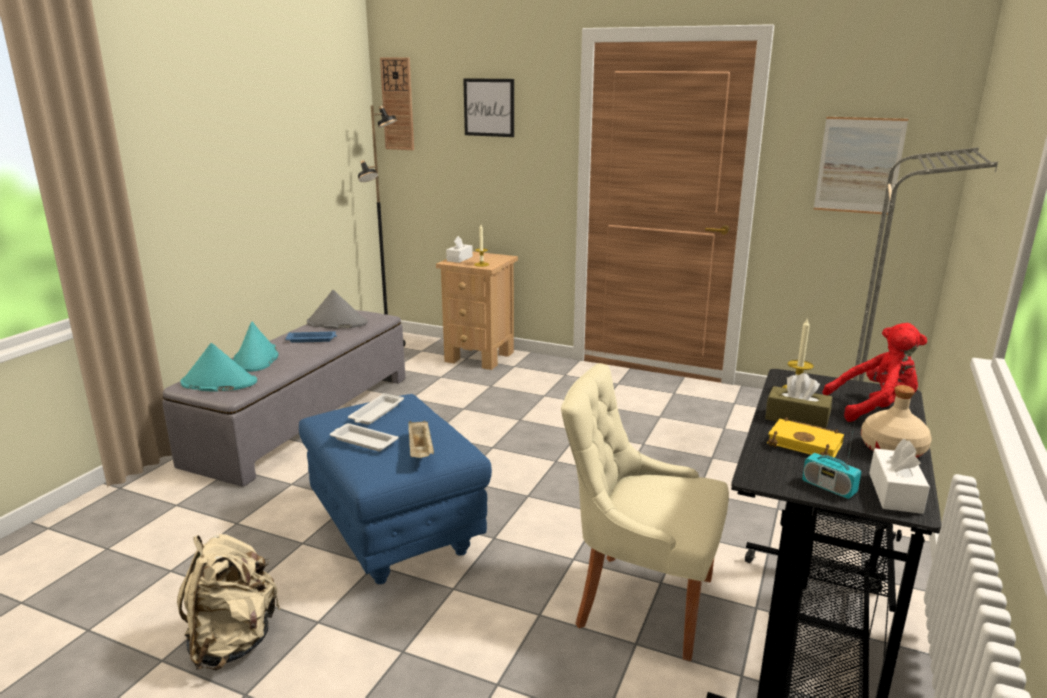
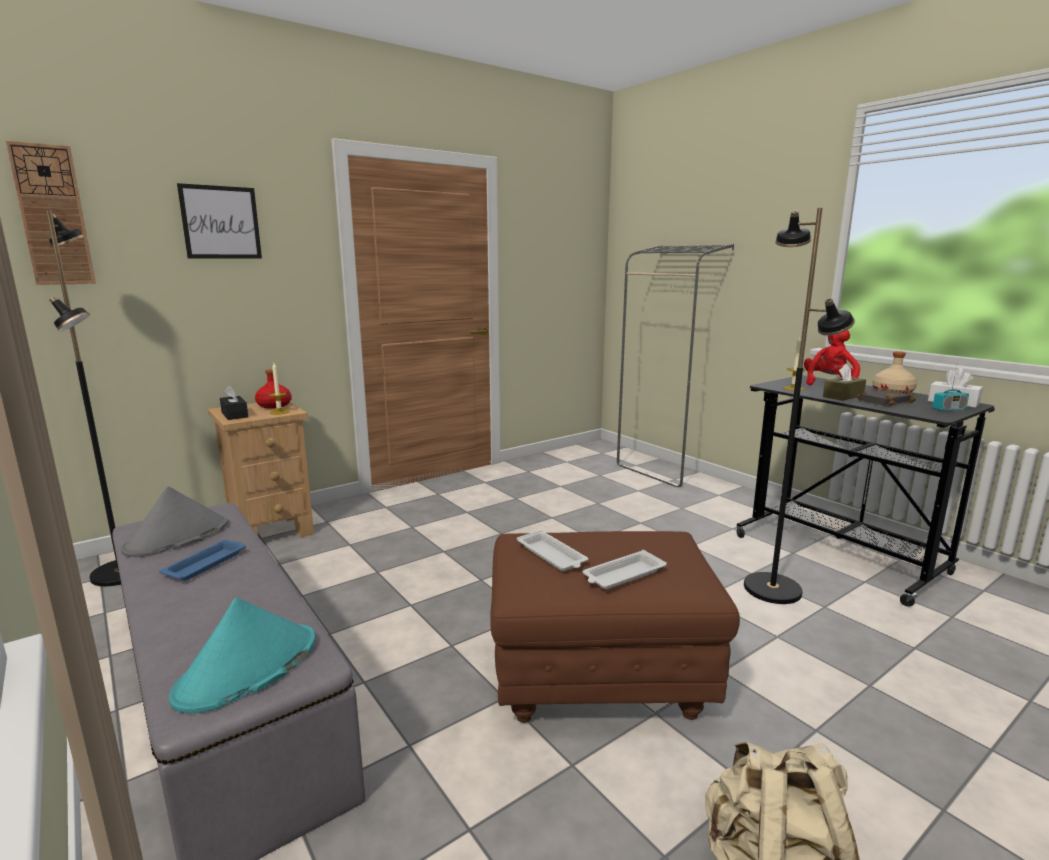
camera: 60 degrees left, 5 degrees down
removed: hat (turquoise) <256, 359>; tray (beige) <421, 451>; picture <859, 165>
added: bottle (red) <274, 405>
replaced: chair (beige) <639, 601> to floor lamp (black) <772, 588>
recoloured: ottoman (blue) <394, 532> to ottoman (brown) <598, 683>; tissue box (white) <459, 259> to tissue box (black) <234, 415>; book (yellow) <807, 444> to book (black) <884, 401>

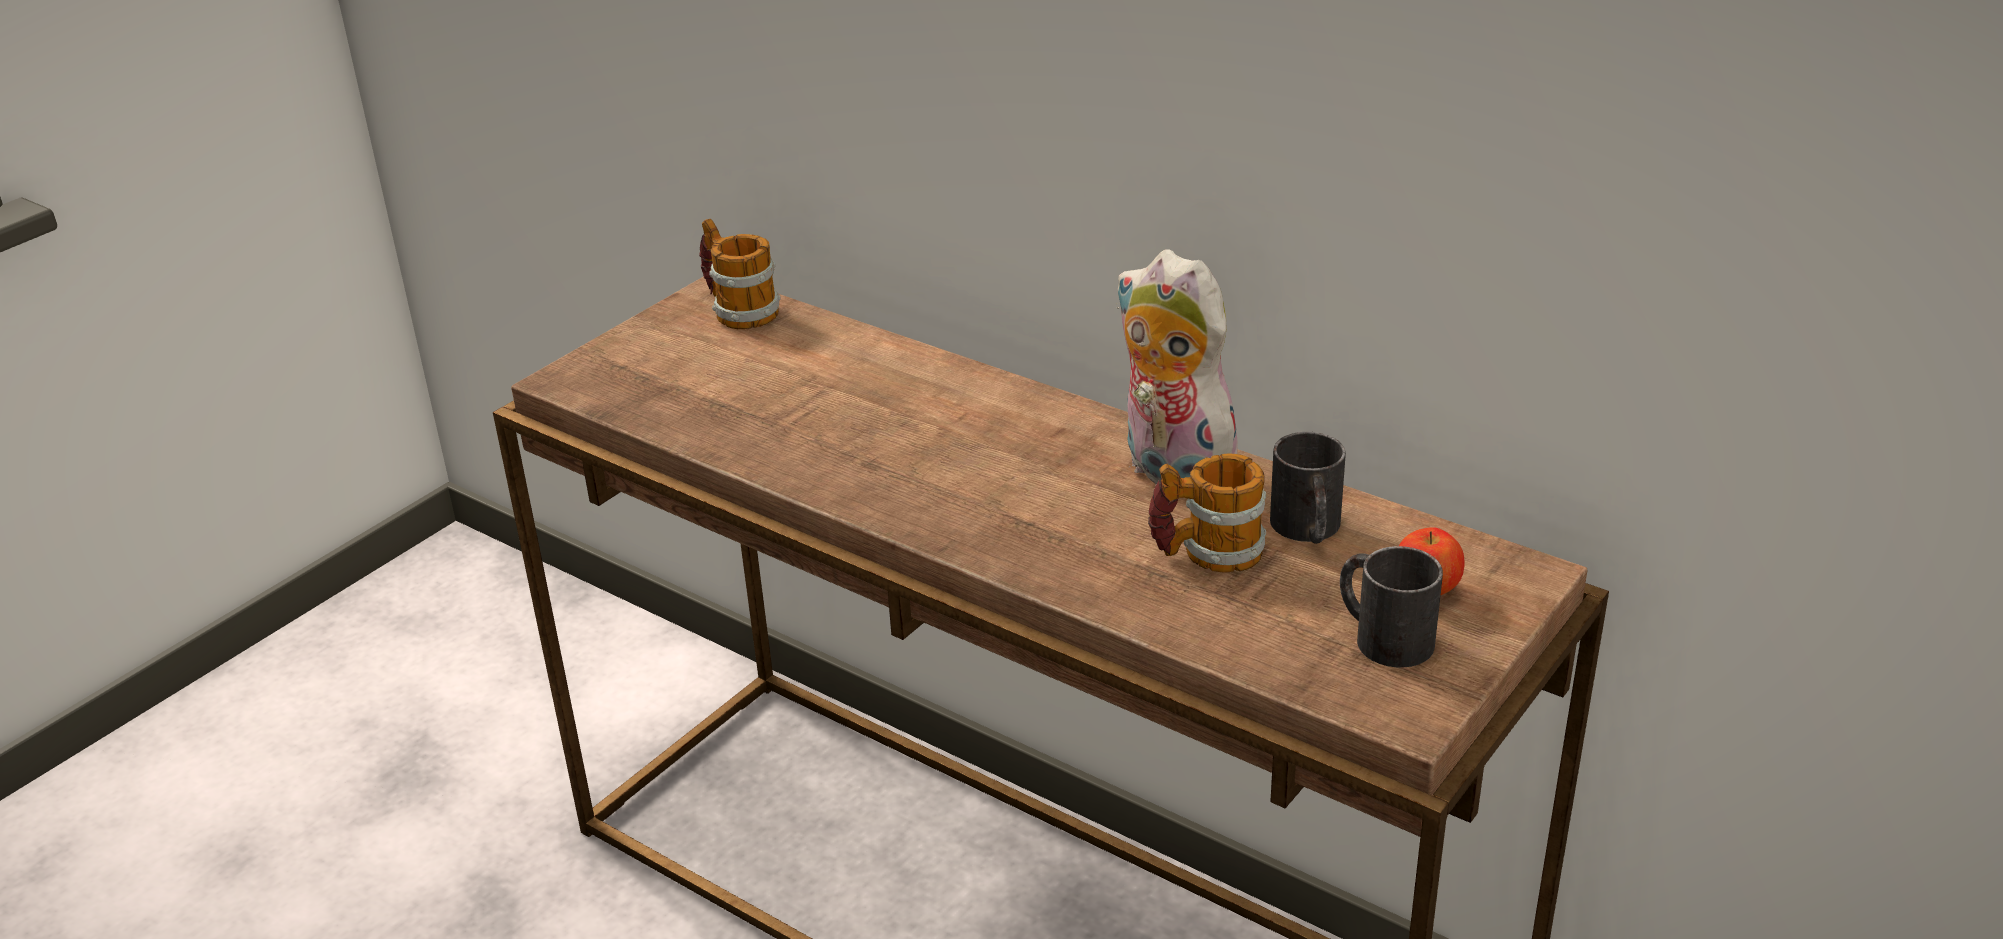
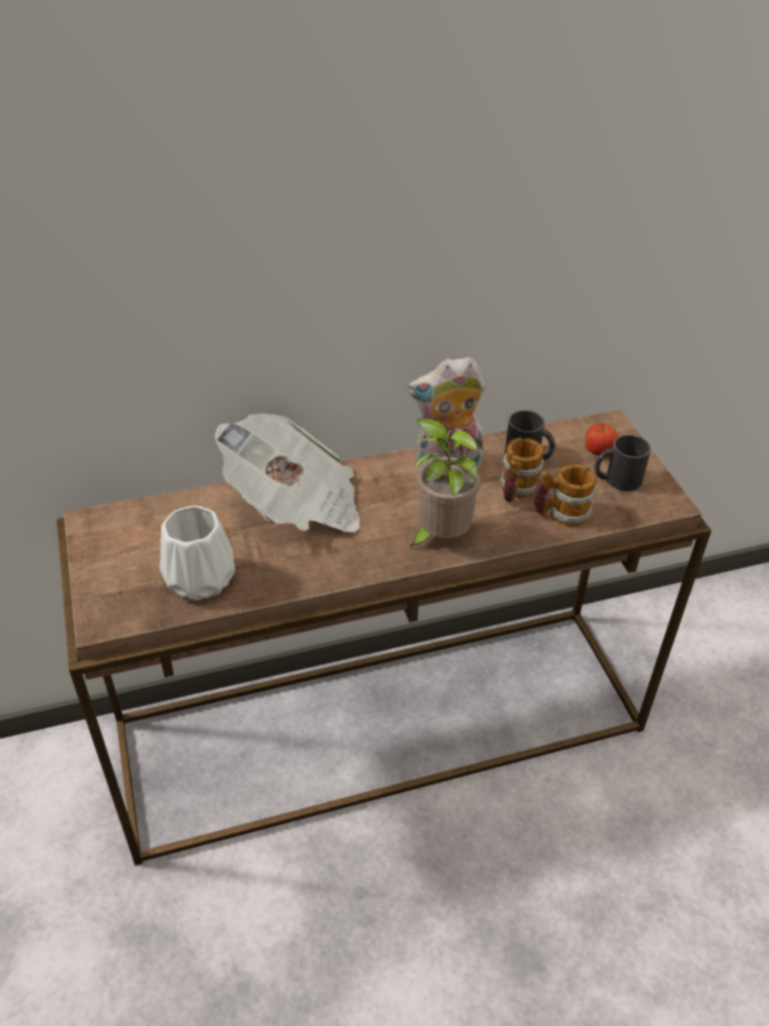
camera: 55 degrees left, 10 degrees up
added: vase (white) <198, 580>; newspaper <295, 504>; potted plant <440, 537>
moved: mug <738, 310> to <560, 514>

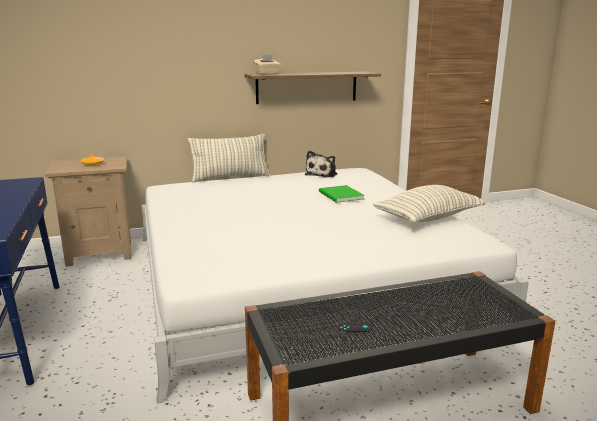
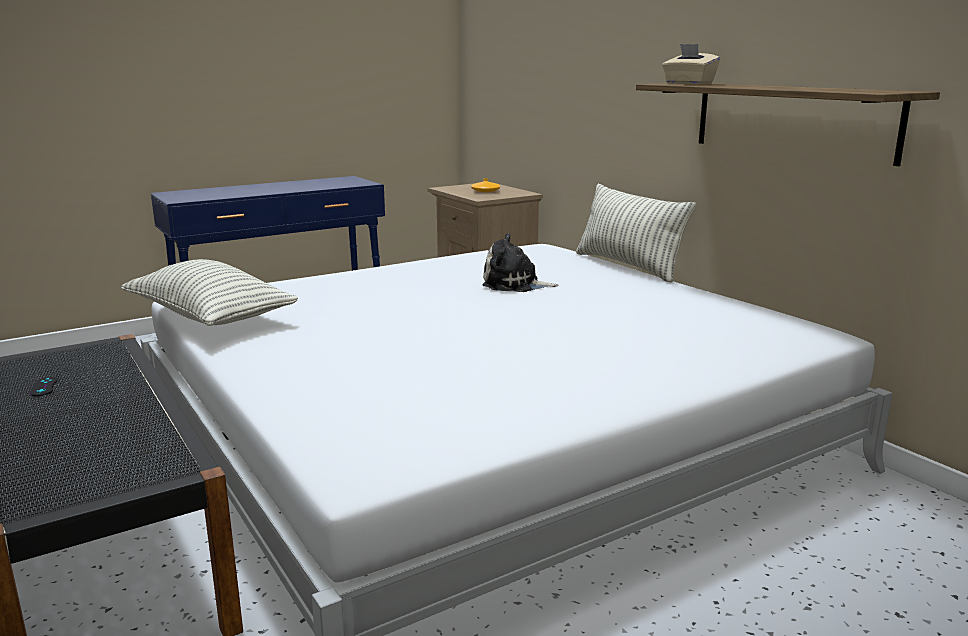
camera: 75 degrees right, 0 degrees up
removed: book (green) <340, 196>
moved: plush toy <322, 174> to <514, 285>; pillow <428, 218> to <210, 318>

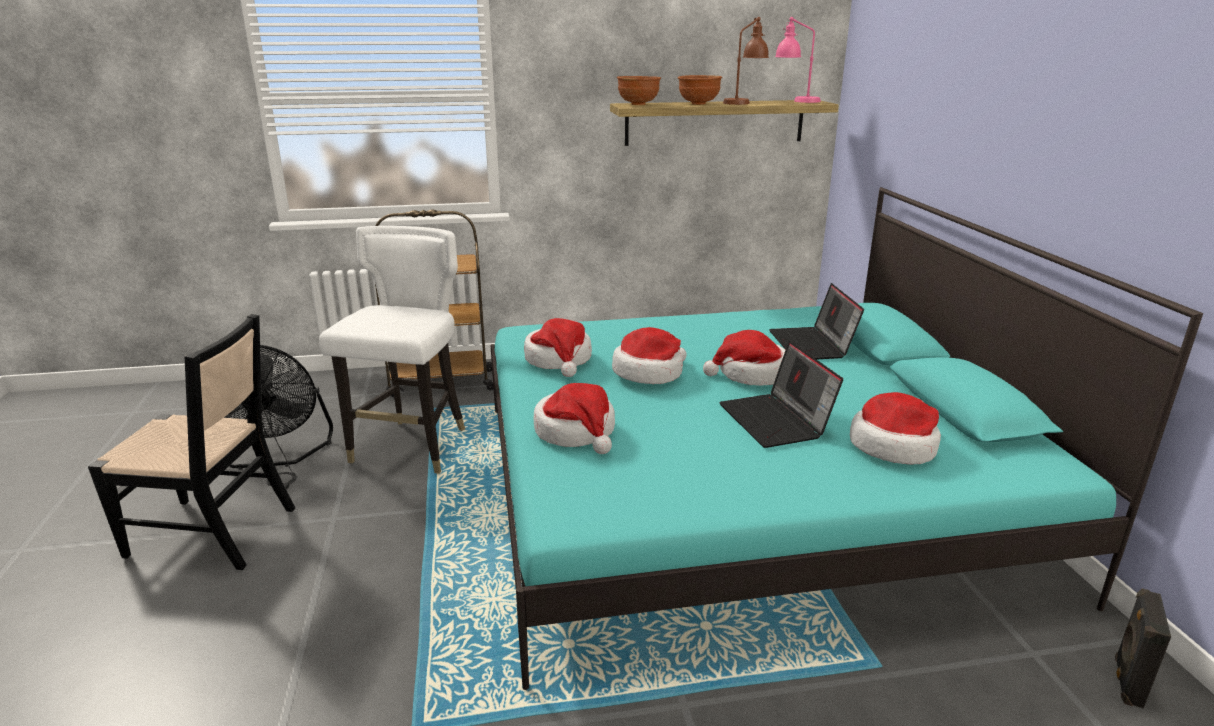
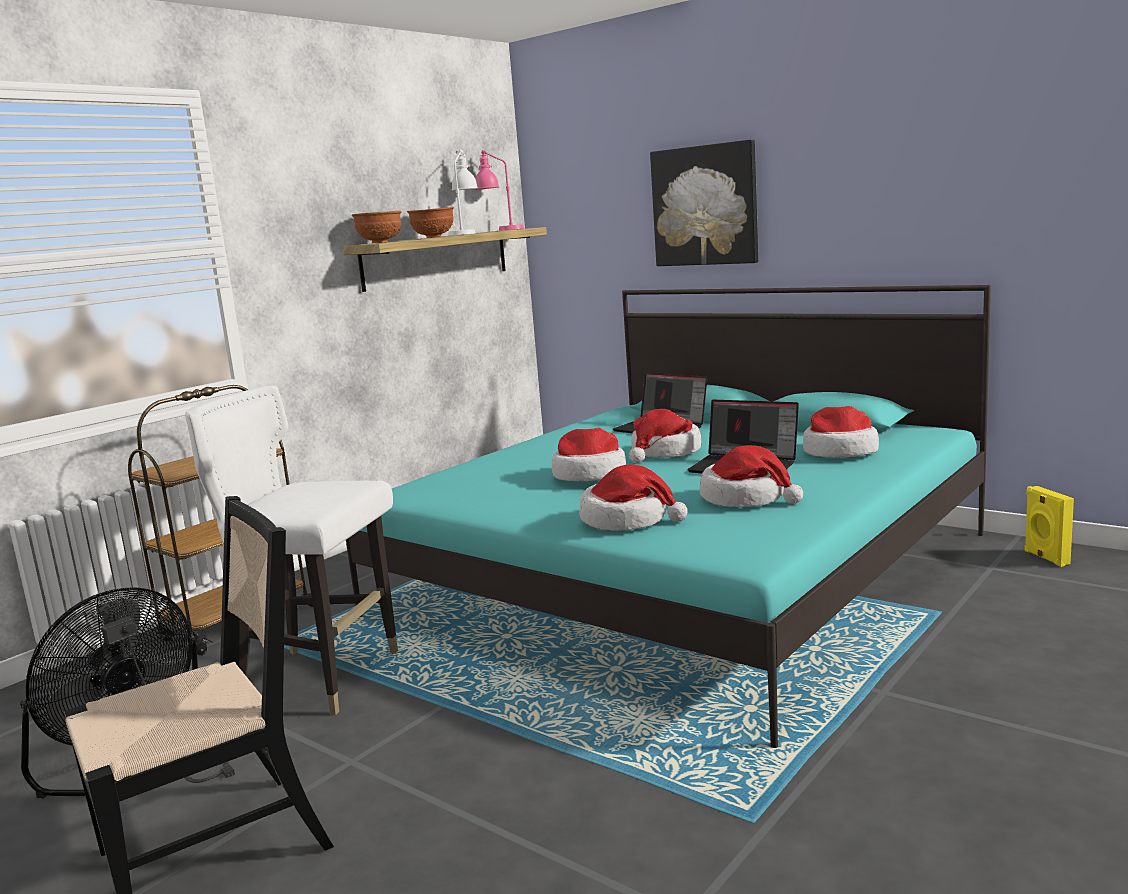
camera: 40 degrees left, 10 degrees down
added: picture <705, 205>
moved: hat <559, 360> to <745, 498>
recoloured: table lamp (brown) <744, 102> to table lamp (white) <465, 234>; speaker (black) <1126, 681> to speaker (yellow) <1045, 557>
turned: chair (white) <412, 448> = <321, 678> 45 degrees counterclockwise

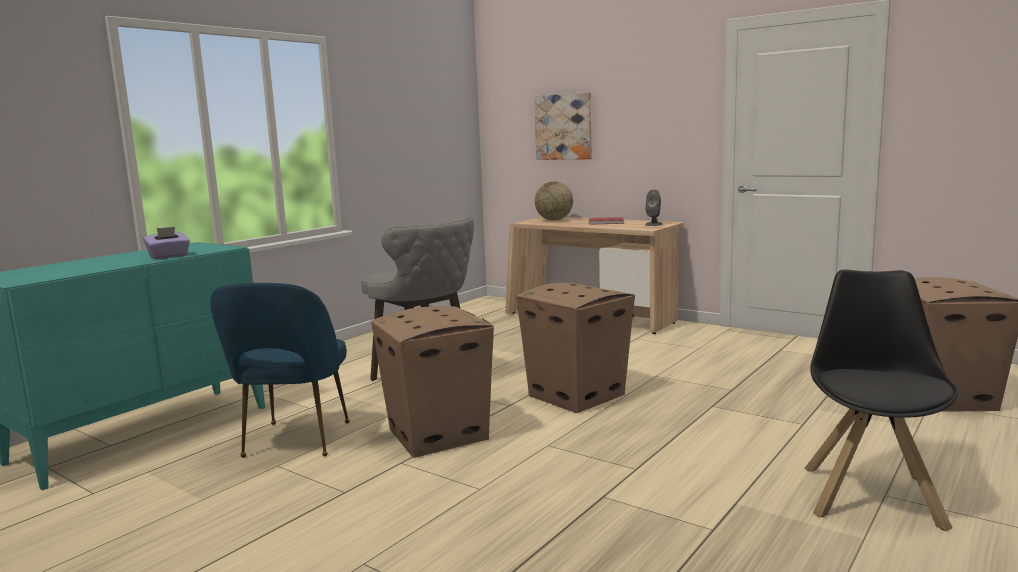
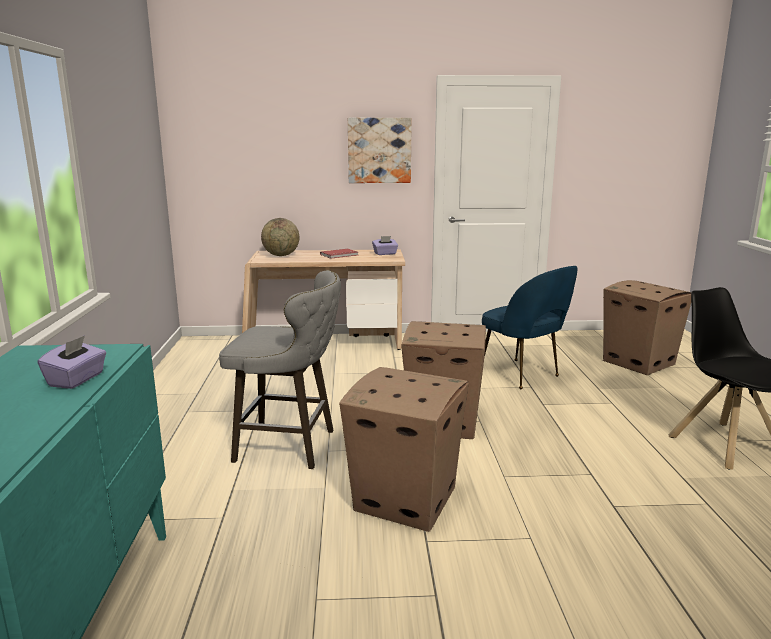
camera: 40 degrees left, 5 degrees up
moved: chair (blue) <294, 443> to <523, 376>; picture <564, 127> to <379, 150>
replaced: speaker (grey) <653, 224> to tissue box (purple) <385, 254>

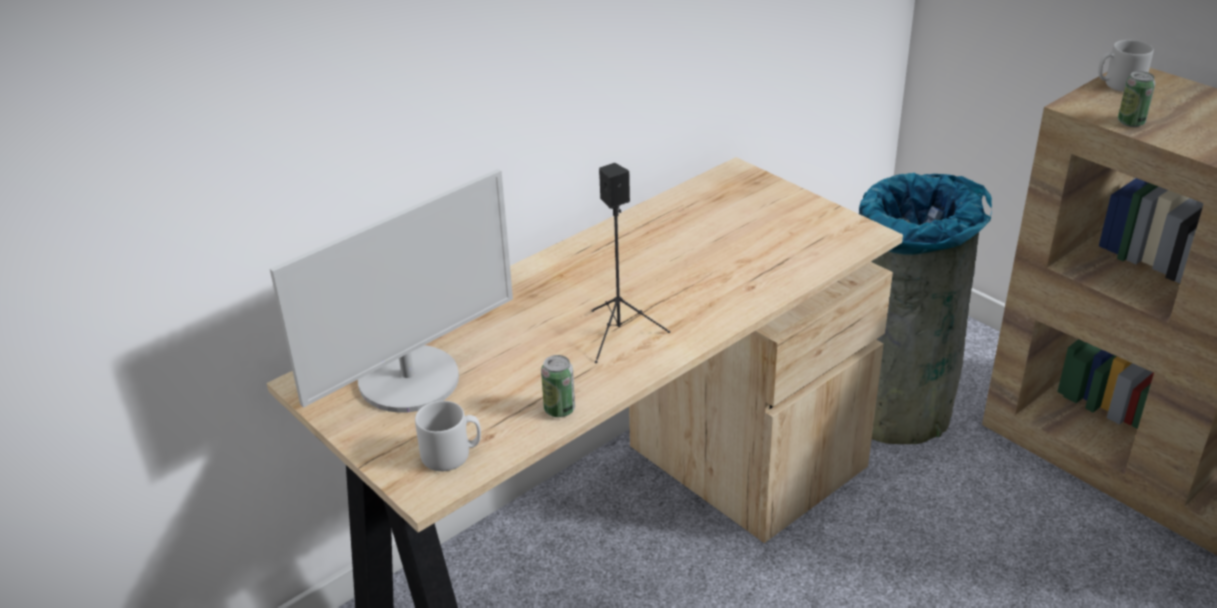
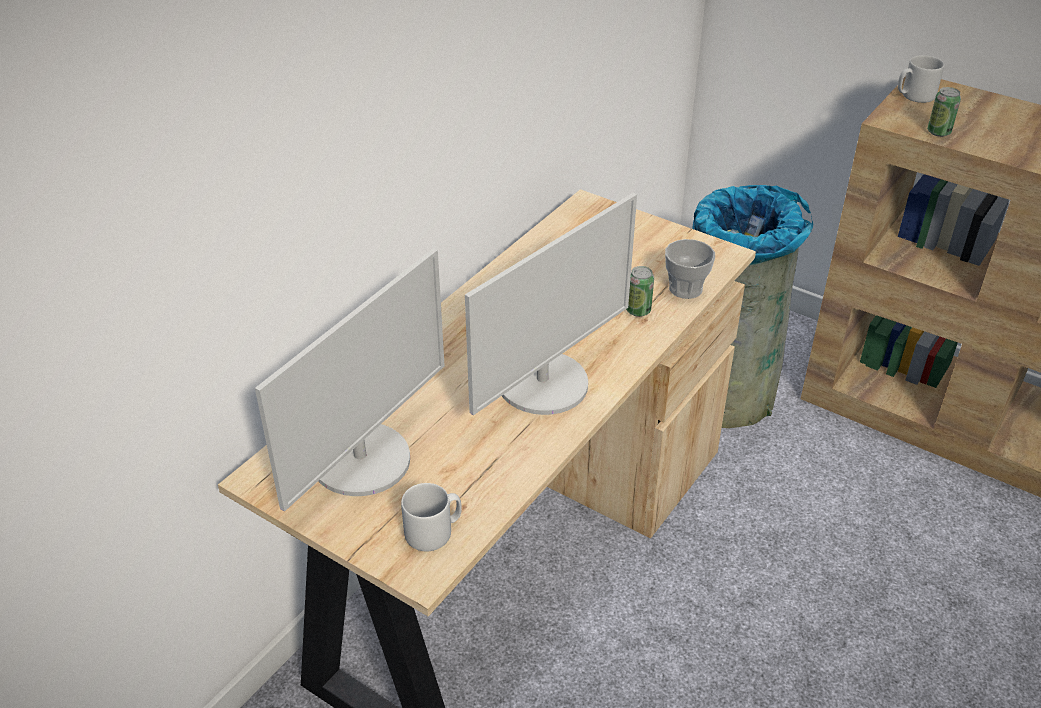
camera: 15 degrees left, 5 degrees up
added: cup <685, 289>
moved: can <559, 409> to <638, 310>
replaced: speaker (black) <620, 334> to monitor <544, 383>

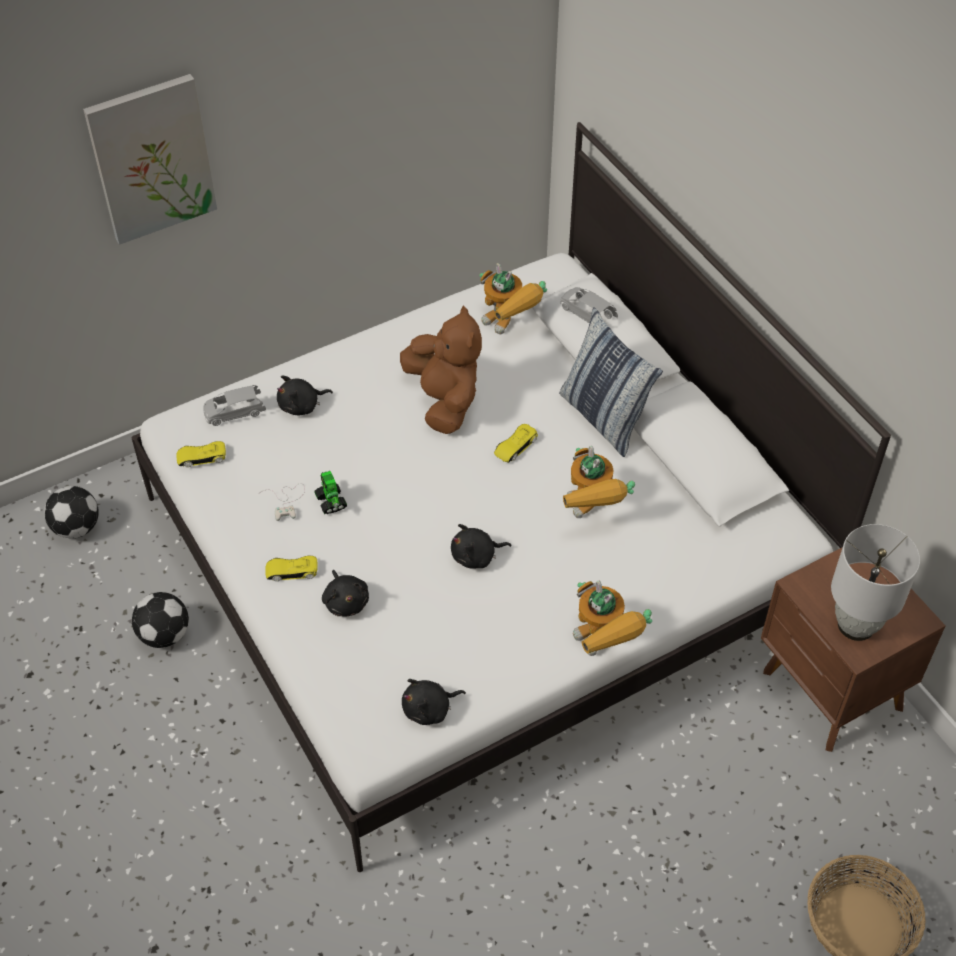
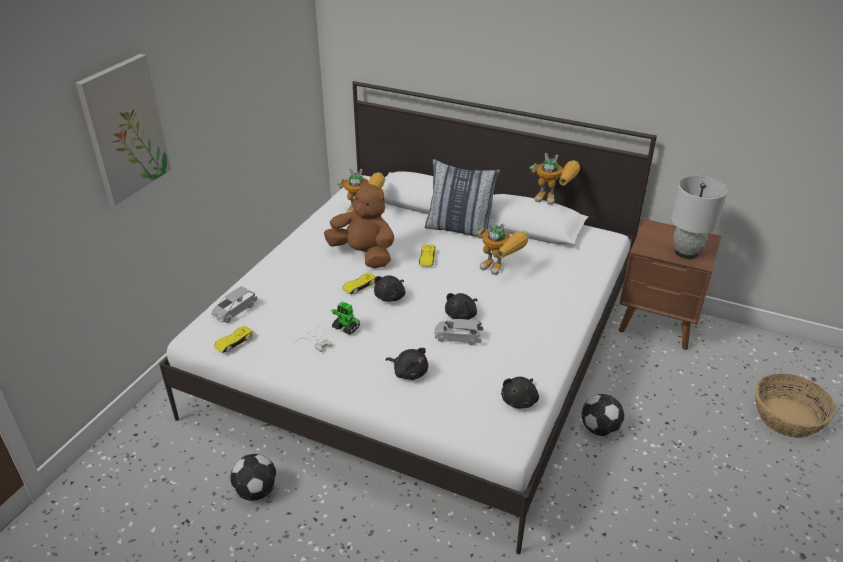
camera: 35 degrees left, 15 degrees down
moved: football <77, 527> to <599, 428>; toy car (yellow) <292, 571> to <359, 286>; plush toy (black) <301, 406> to <391, 297>; toy car (grey) <587, 314> to <458, 337>; toy robot <604, 647> to <554, 200>

